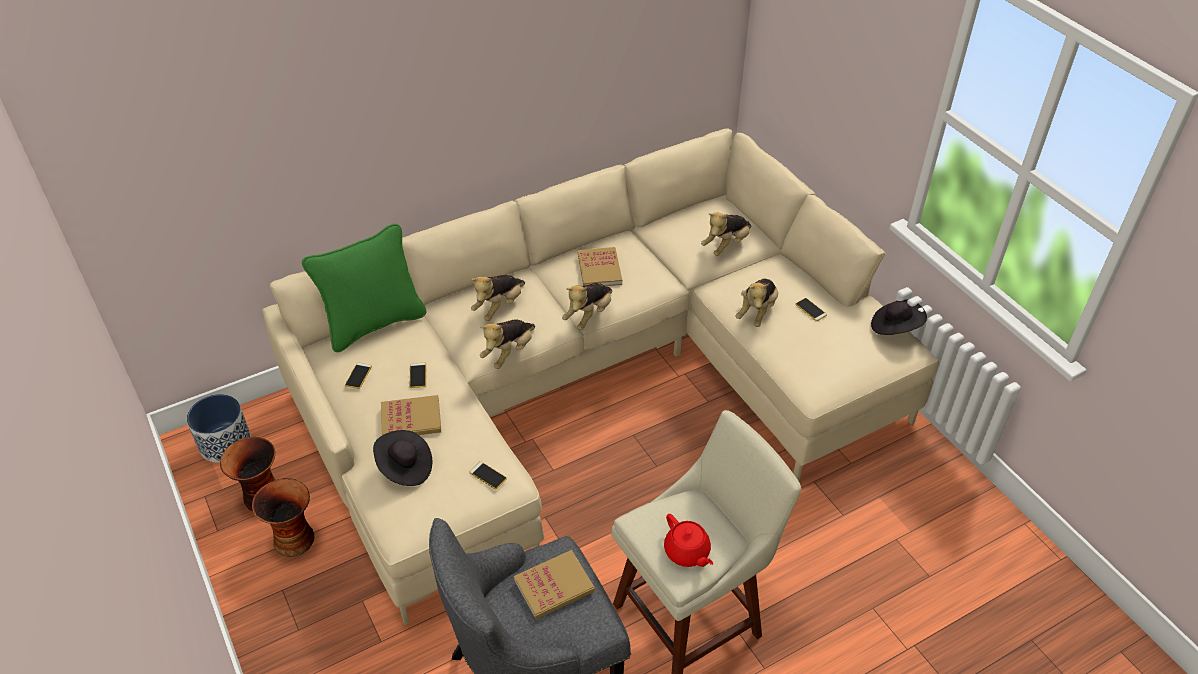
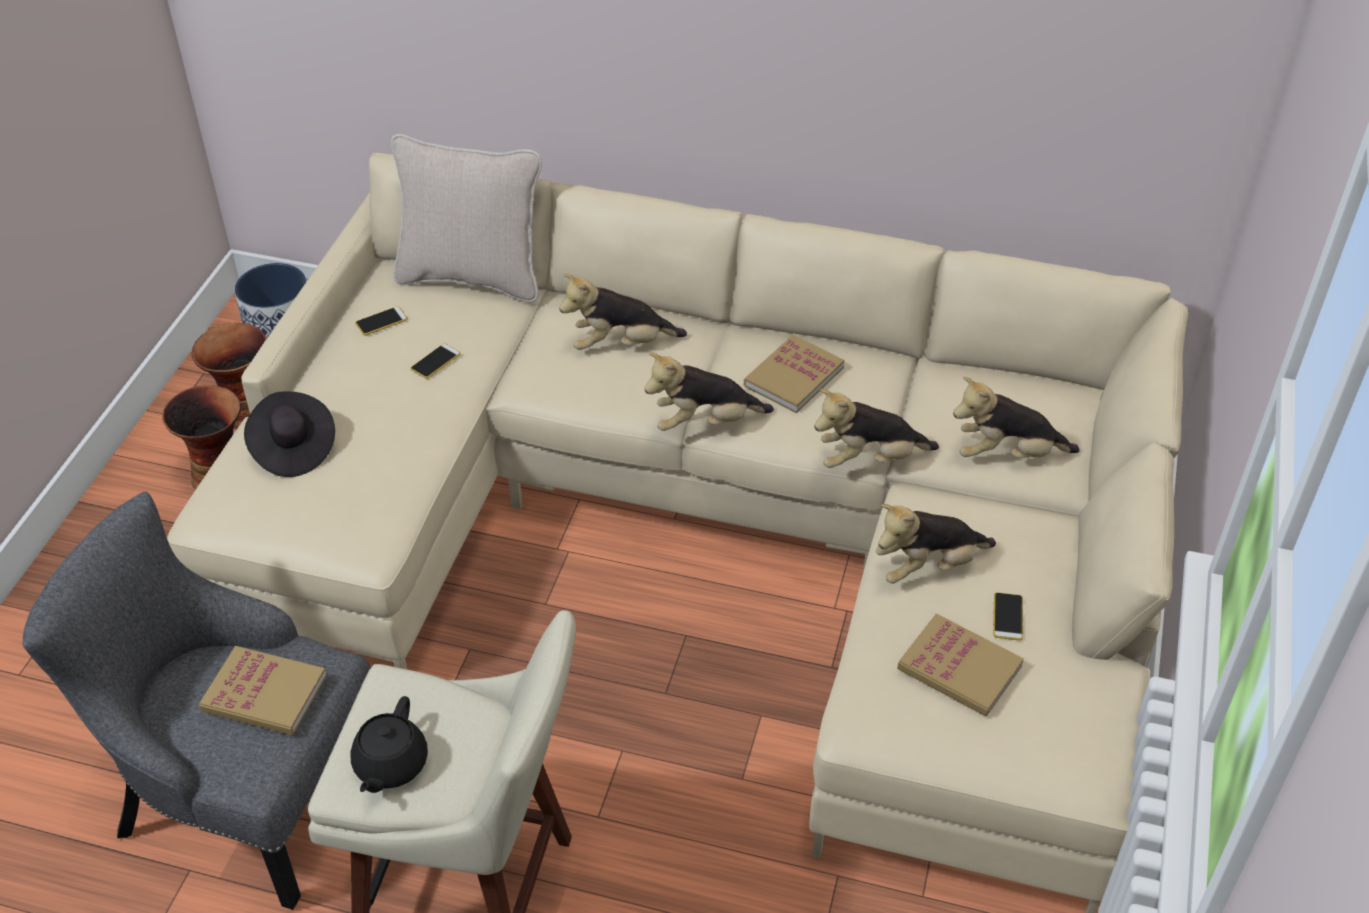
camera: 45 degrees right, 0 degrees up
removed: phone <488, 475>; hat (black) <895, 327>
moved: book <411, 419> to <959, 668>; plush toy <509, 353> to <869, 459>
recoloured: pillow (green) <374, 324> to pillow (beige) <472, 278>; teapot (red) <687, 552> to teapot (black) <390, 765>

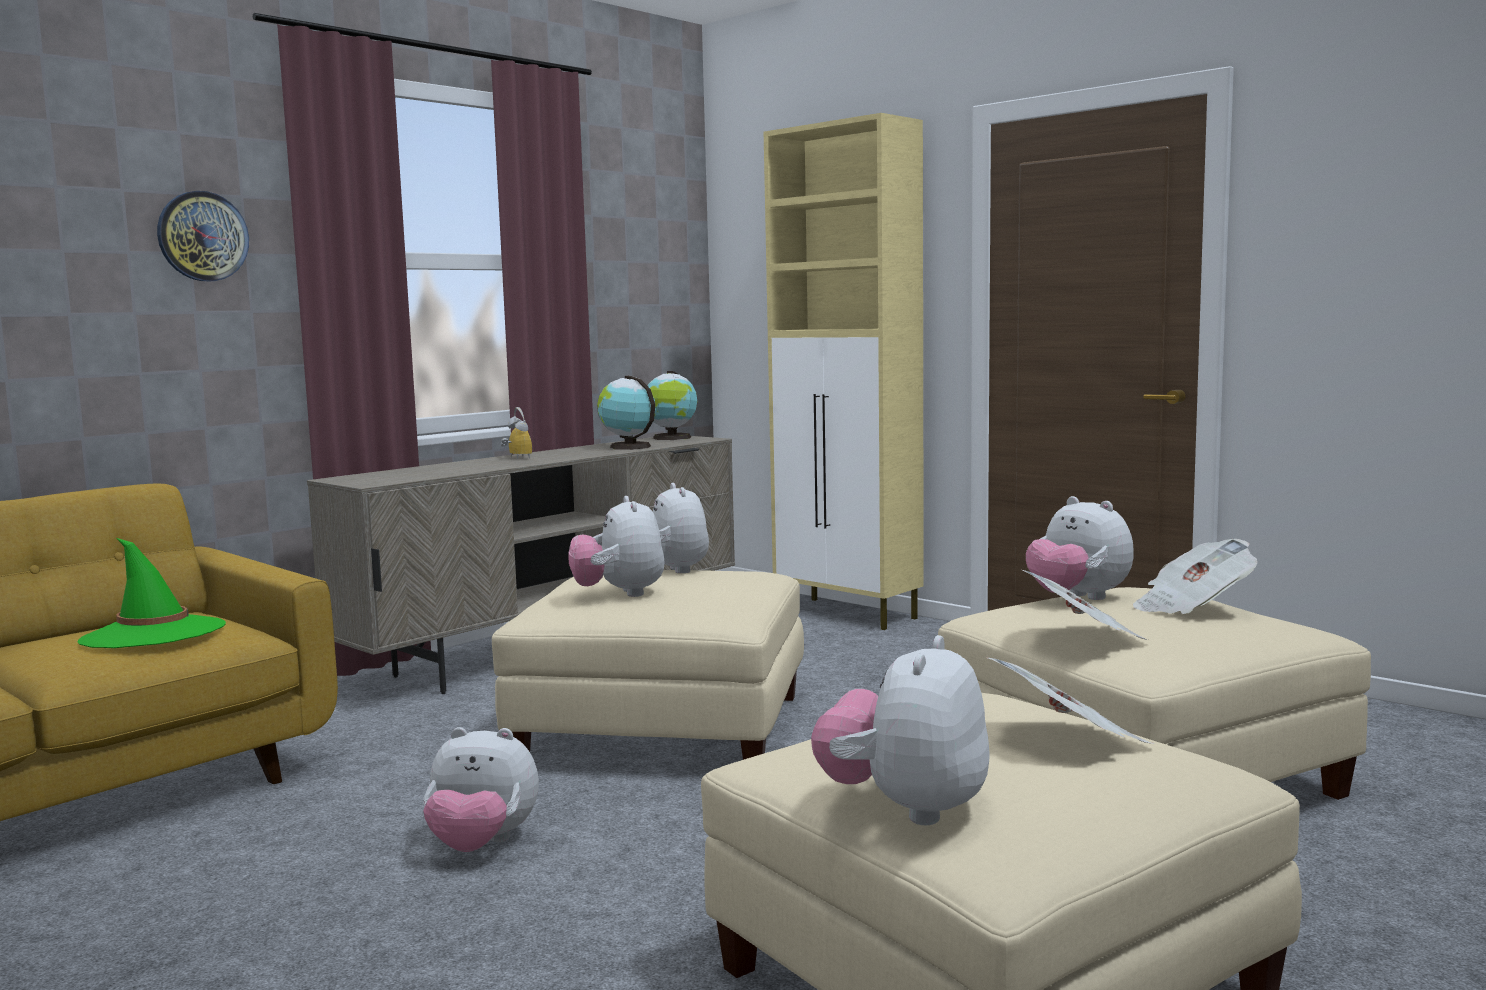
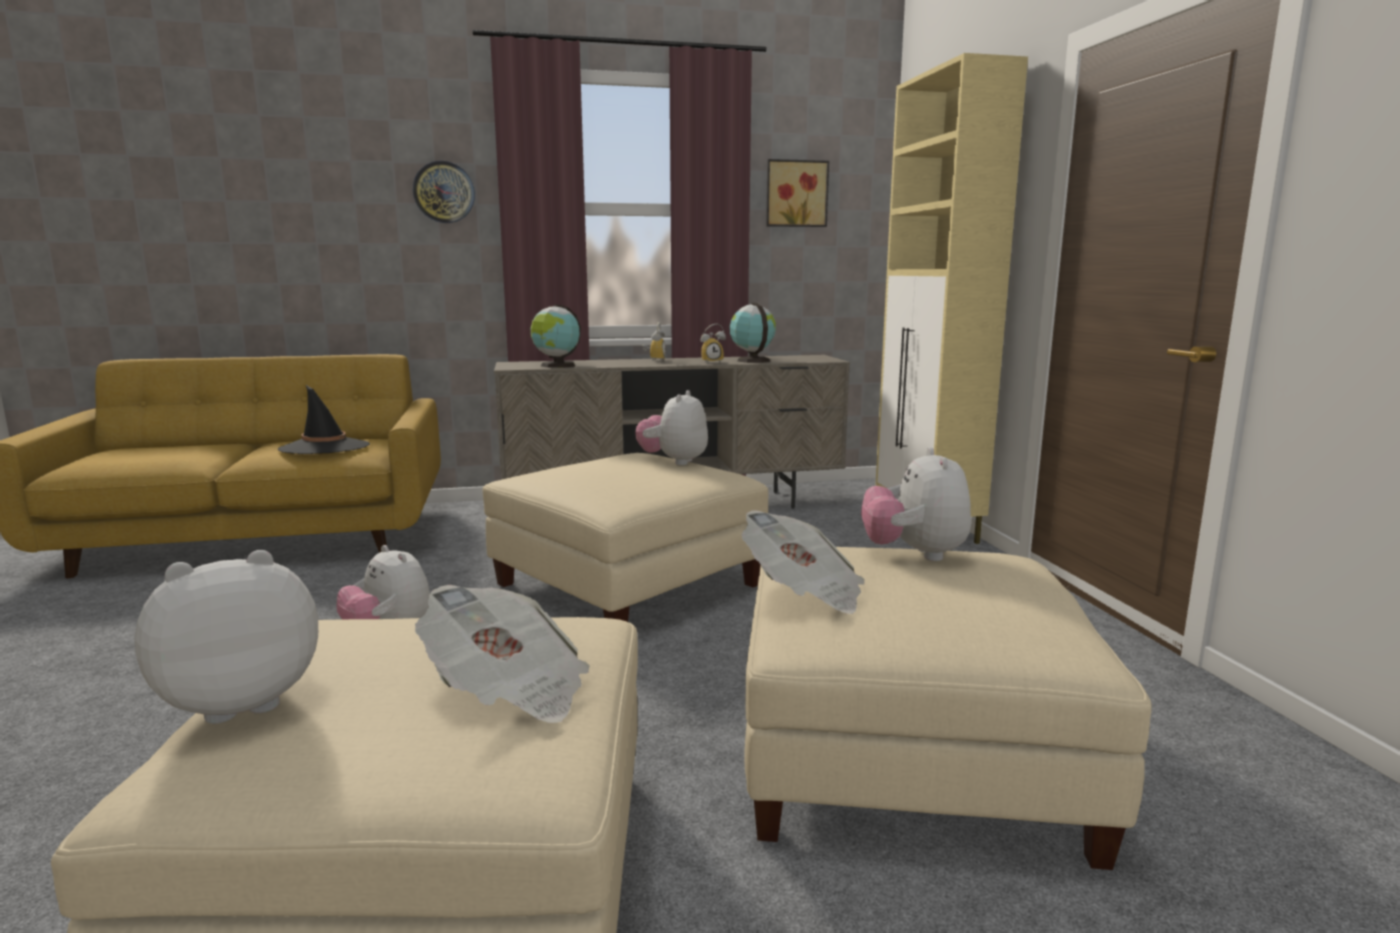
camera: 35 degrees right, 5 degrees up
removed: plush toy <619, 594>; newspaper <1191, 607>
added: alarm clock <711, 362>; picture <795, 194>
moved: globe <671, 438> to <556, 365>
recoloured: hat (green) <153, 634> to hat (black) <325, 448>

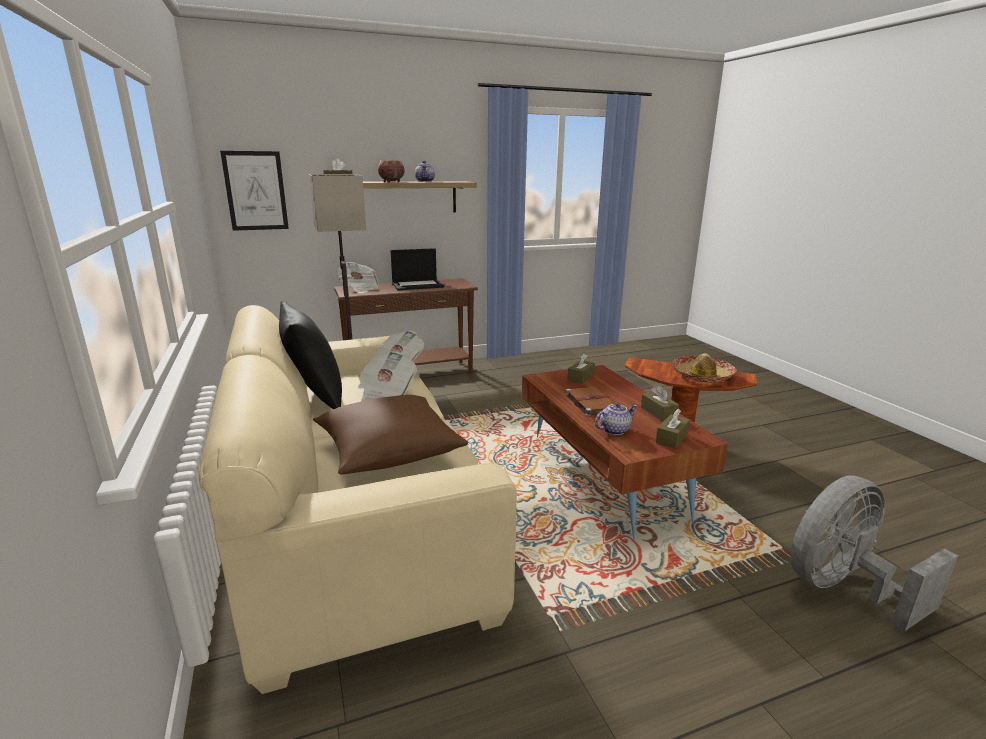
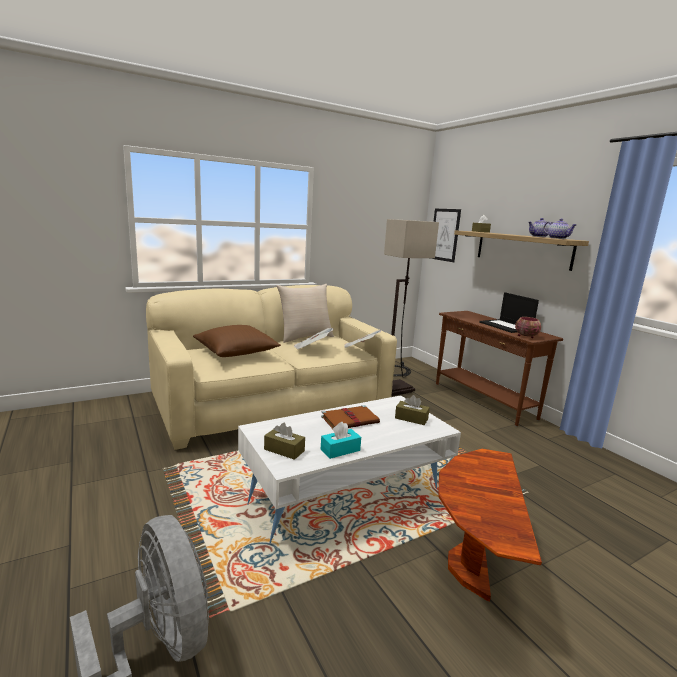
camera: 80 degrees right, 5 degrees down
removed: newspaper <359, 288>; hat <702, 376>
moved: bowl <391, 182> to <525, 336>; teapot <614, 430> to <558, 238>
recoloured: pillow (black) <315, 397> to pillow (beige) <305, 337>; coffee table (brown) <603, 476> to coffee table (white) <346, 496>; tissue box (brown) <658, 412> to tissue box (turquoise) <340, 450>

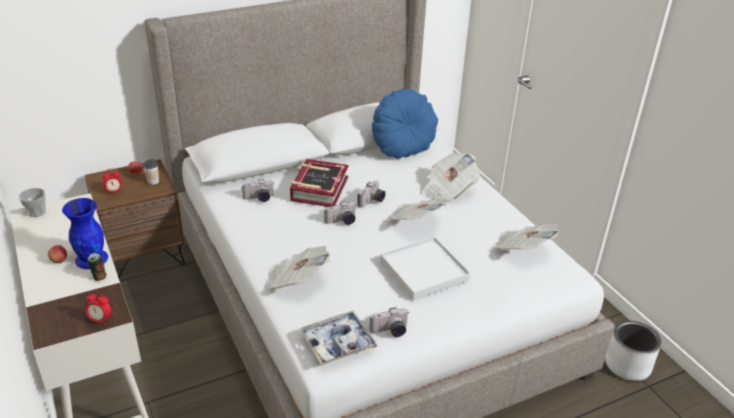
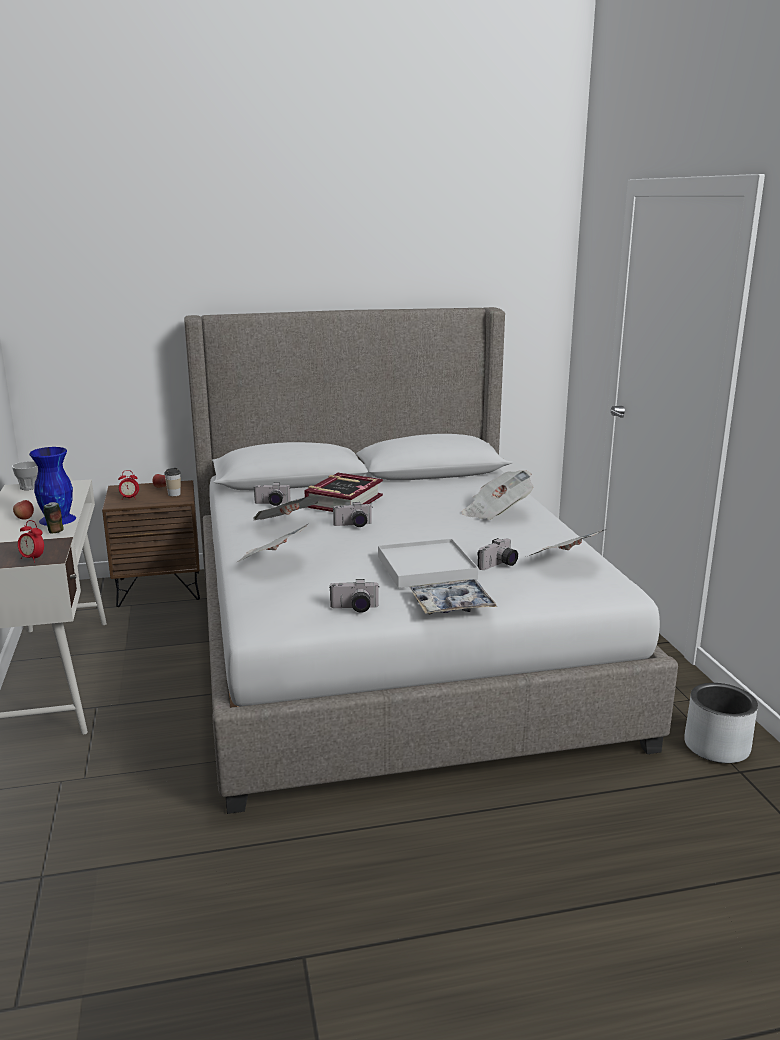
camera: 15 degrees right, 15 degrees down
removed: pillow (blue) <403, 151>
moved: tray <338, 343> to <451, 605>; photo camera <372, 201> to <499, 565>; newspaper <414, 221> to <286, 526>

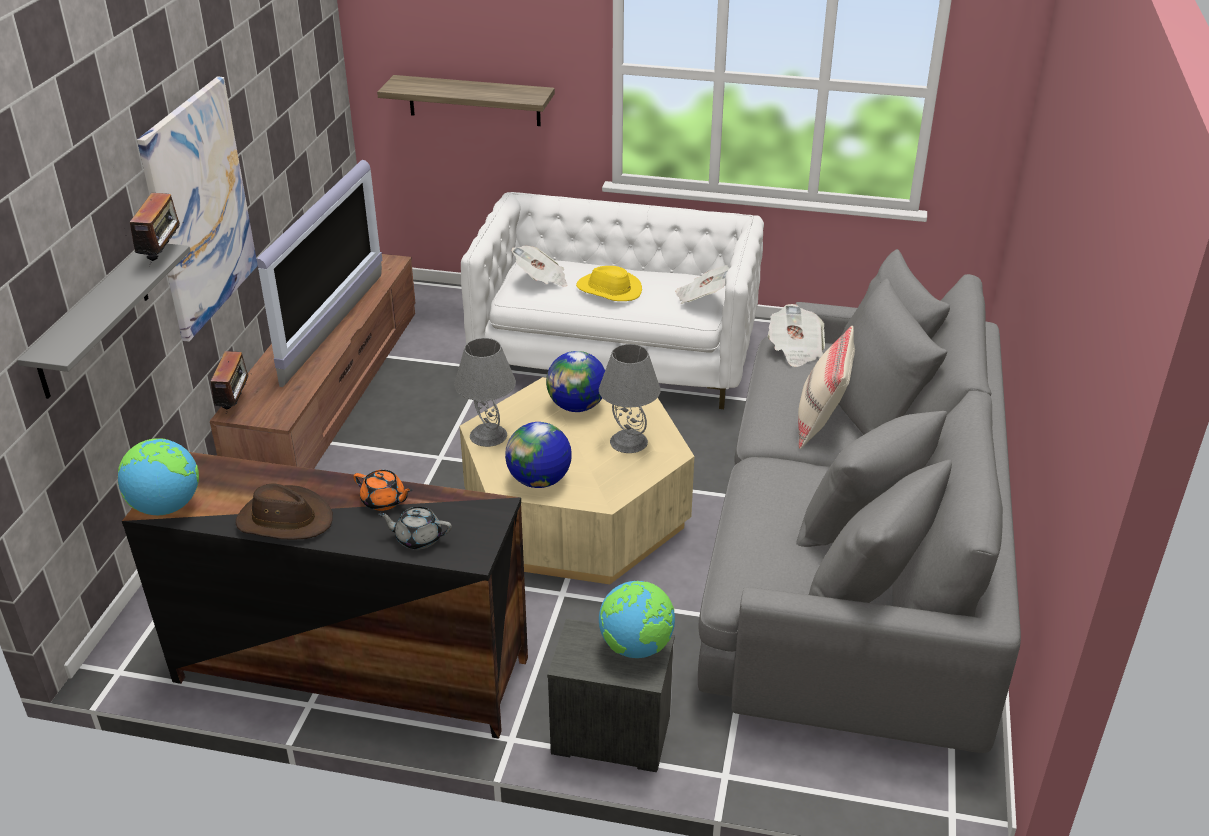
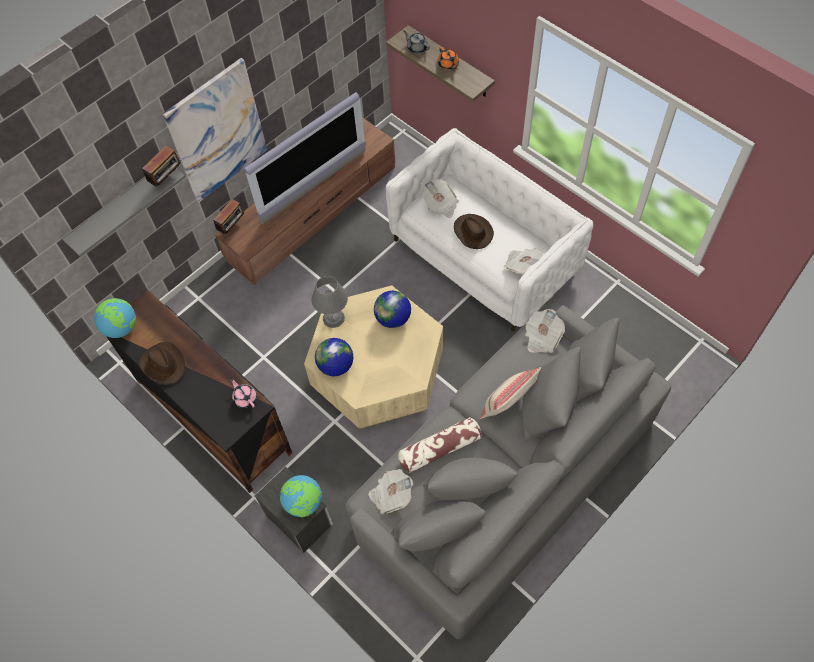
camera: 35 degrees right, 25 degrees up
removed: table lamp (grey) <629, 441>
added: teapot (pink) <245, 398>; newspaper <391, 495>; pillow <439, 449>
moved: teapot (orange) <384, 501> to <448, 64>; teapot (grey) <418, 538> to <417, 48>
recoloured: hat (yellow) <609, 290> to hat (brown) <472, 232>

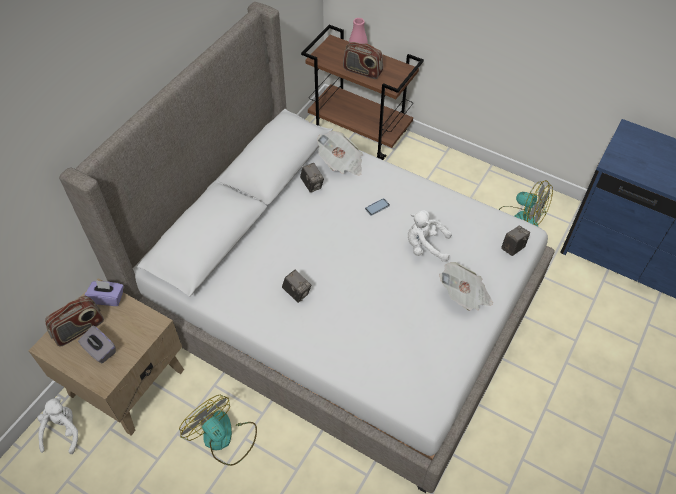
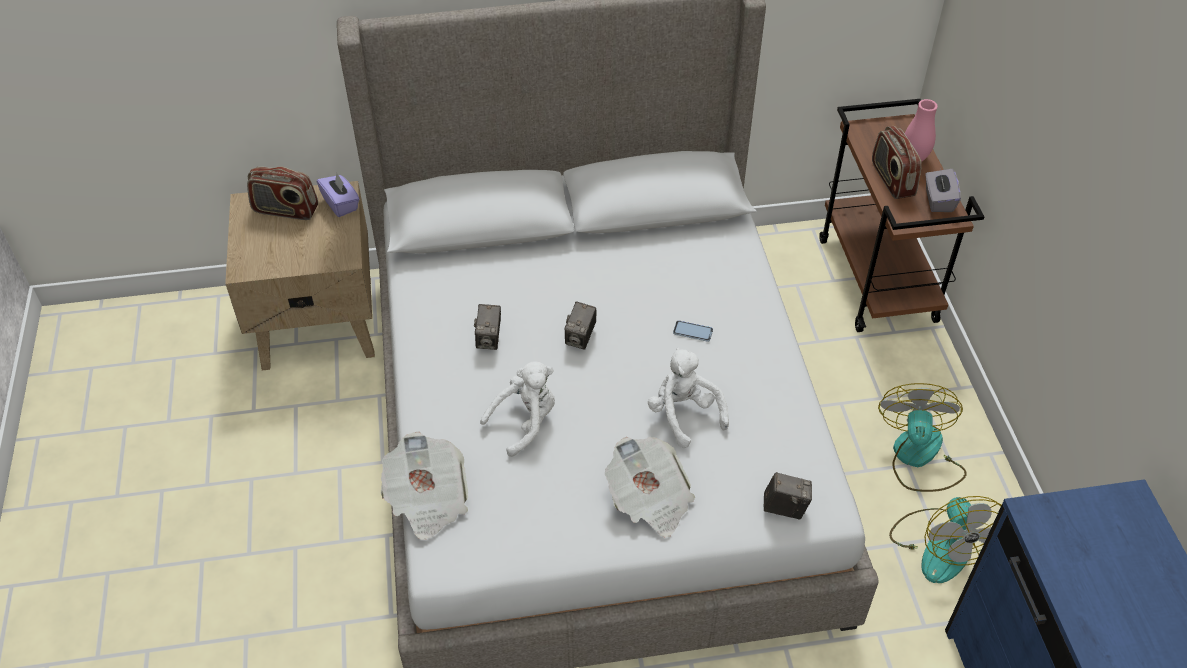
camera: 50 degrees right, 5 degrees down
moved: plush toy (white) <63, 431> to <525, 422>; tissue box (grey) <100, 350> to <938, 200>; fan <224, 438> to <918, 457>; photo camera <312, 185> to <580, 338>; newspaper <341, 163> to <427, 500>

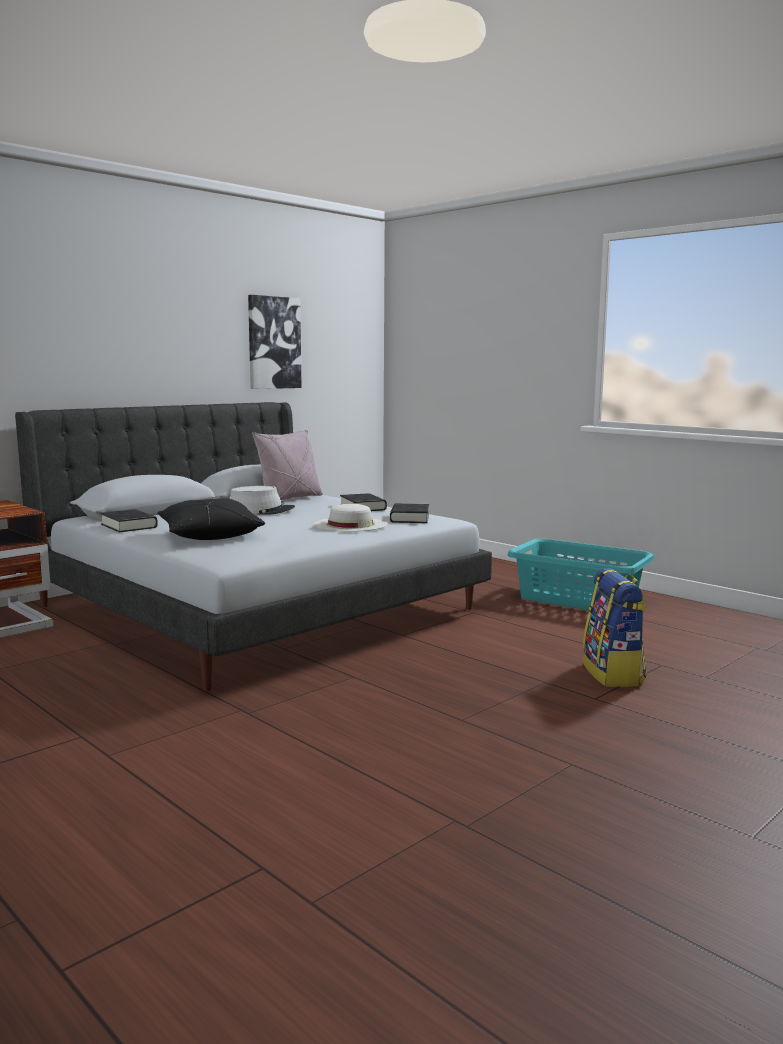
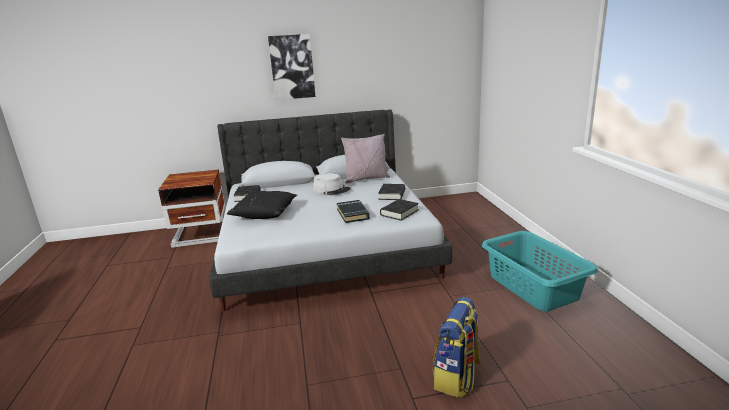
camera: 35 degrees right, 10 degrees up
moved: picture <273, 343> to <292, 67>
replaced: hat (white) <350, 524> to book (black) <353, 214>

